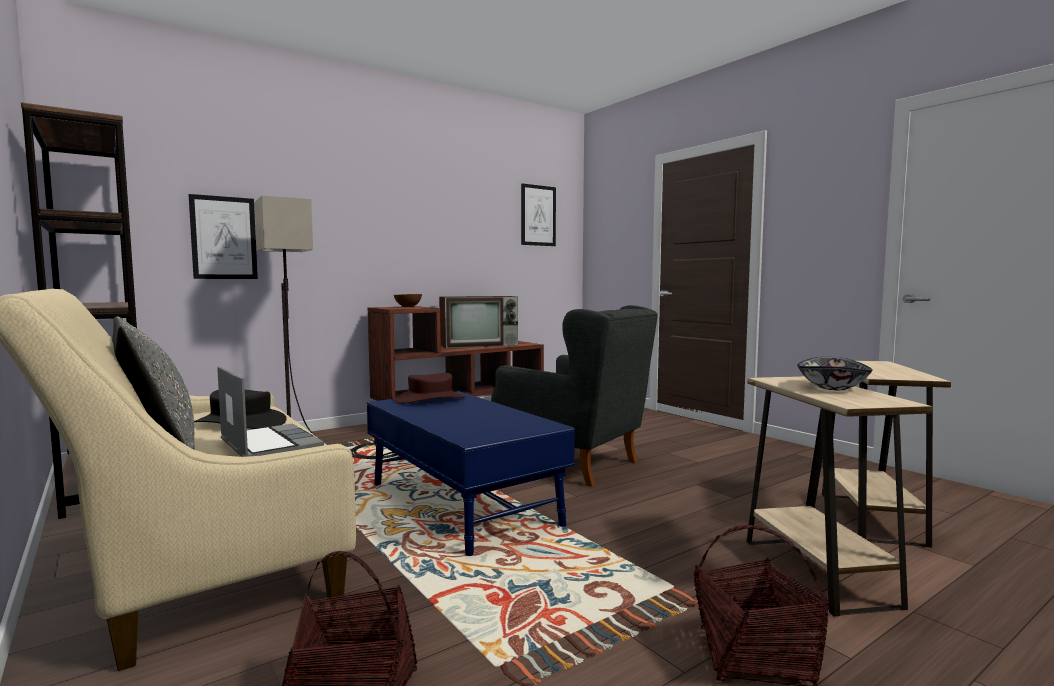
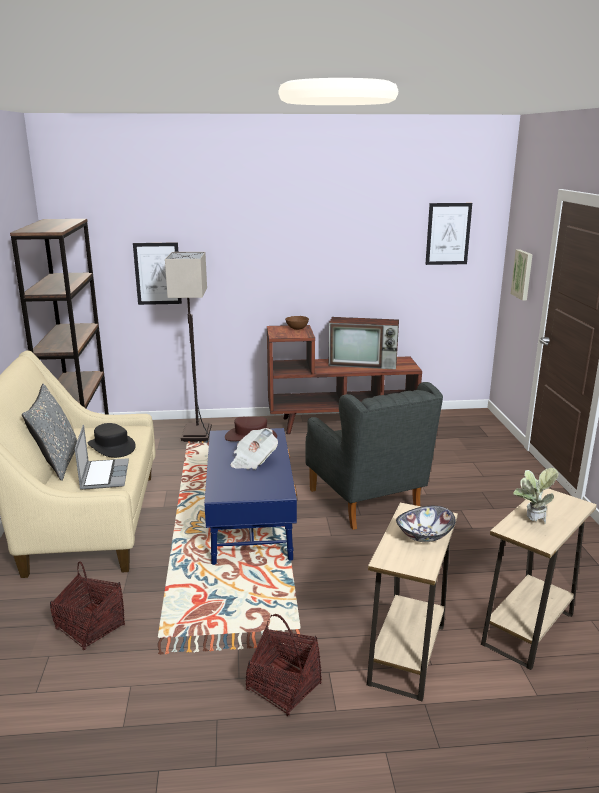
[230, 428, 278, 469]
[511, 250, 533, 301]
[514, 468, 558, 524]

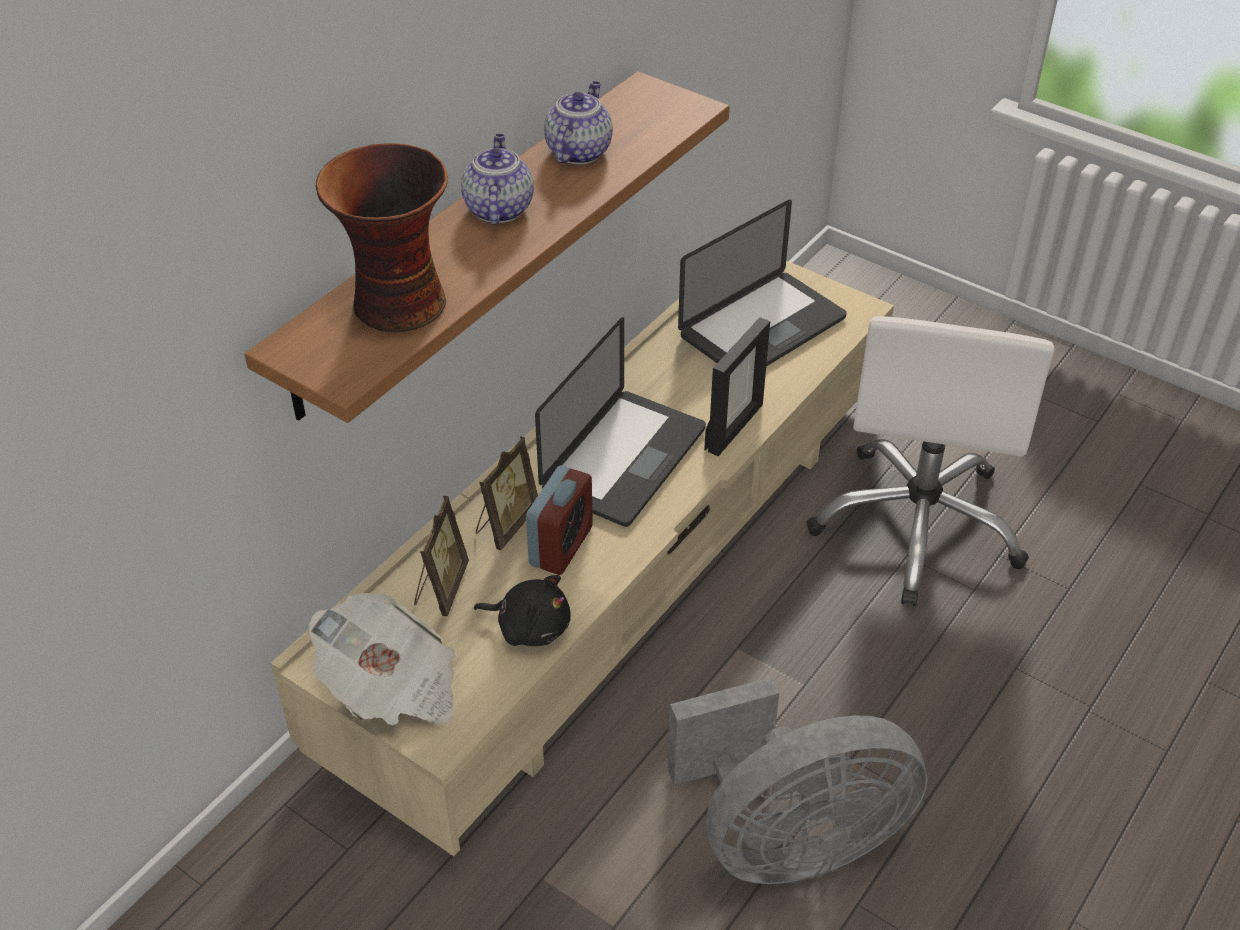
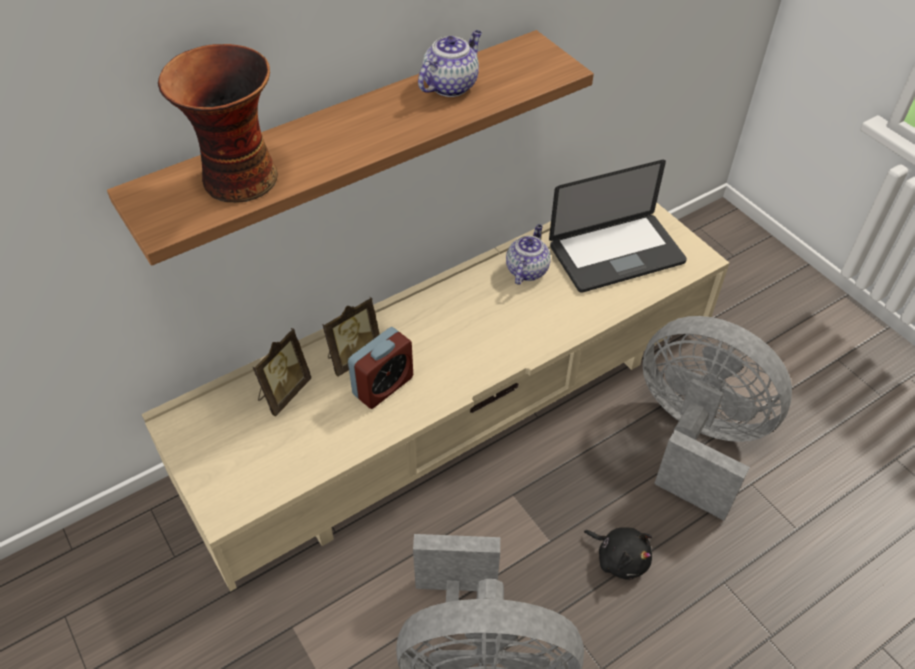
[309, 593, 455, 726] (first image)
[506, 224, 551, 285]
[584, 527, 652, 580]
[535, 317, 706, 527] (first image)
[704, 317, 770, 456] (first image)
[643, 316, 792, 520]

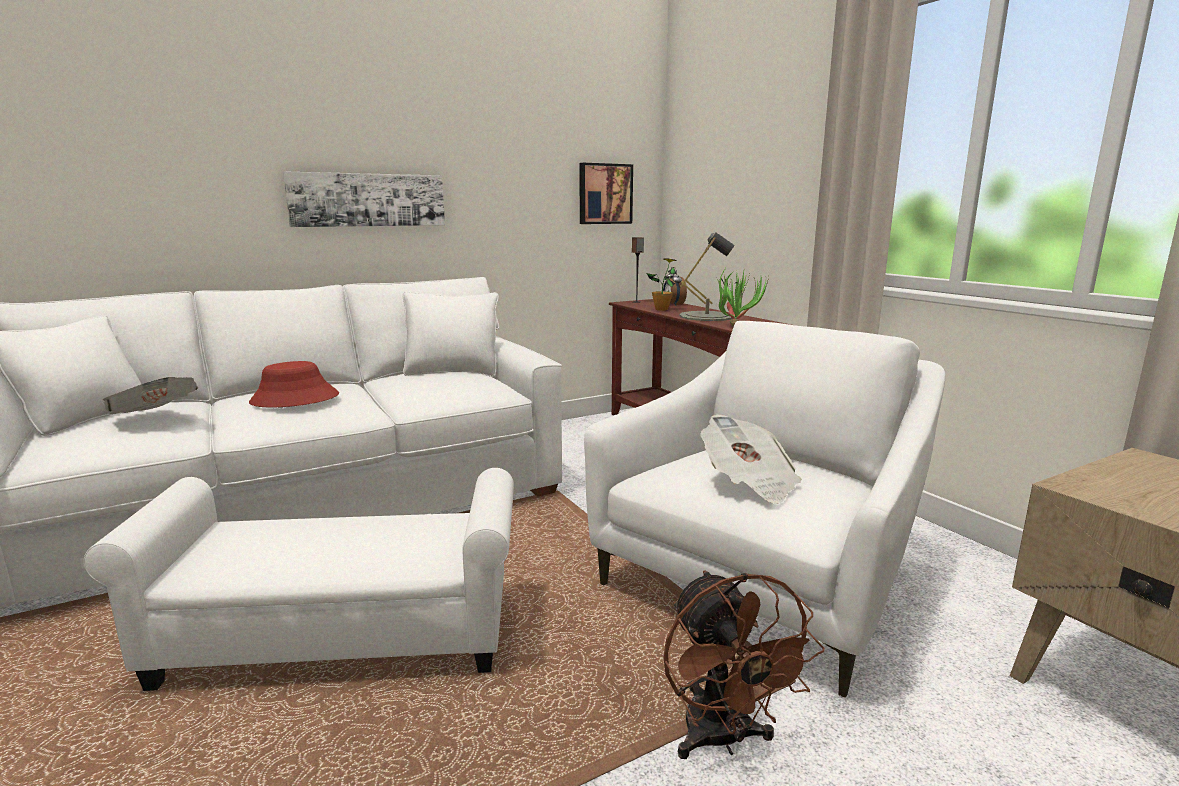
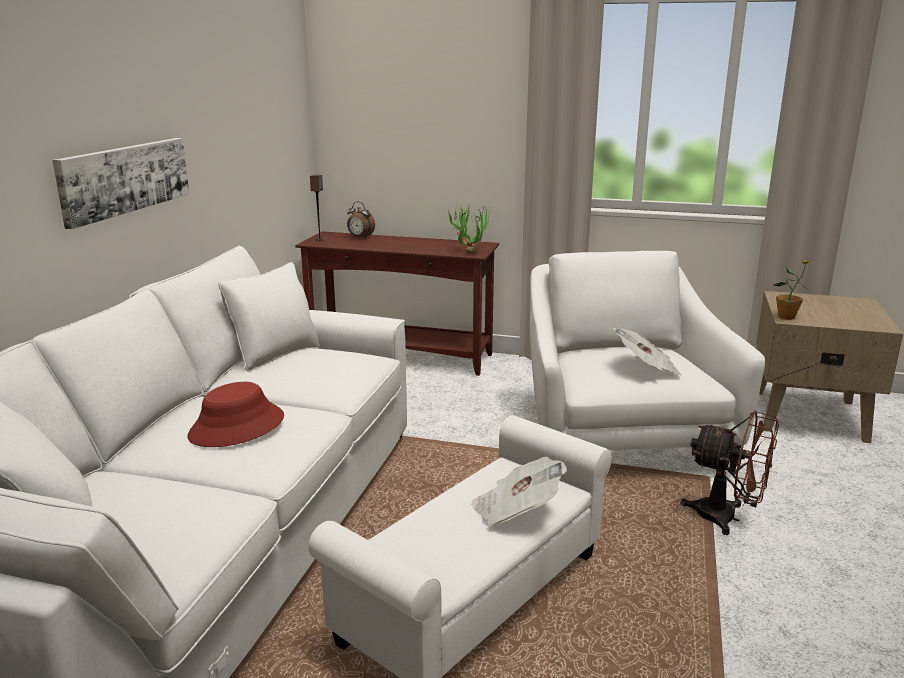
[471, 457, 567, 526]
[579, 163, 633, 224] (first image)
[774, 261, 810, 320]
[679, 233, 734, 321] (first image)

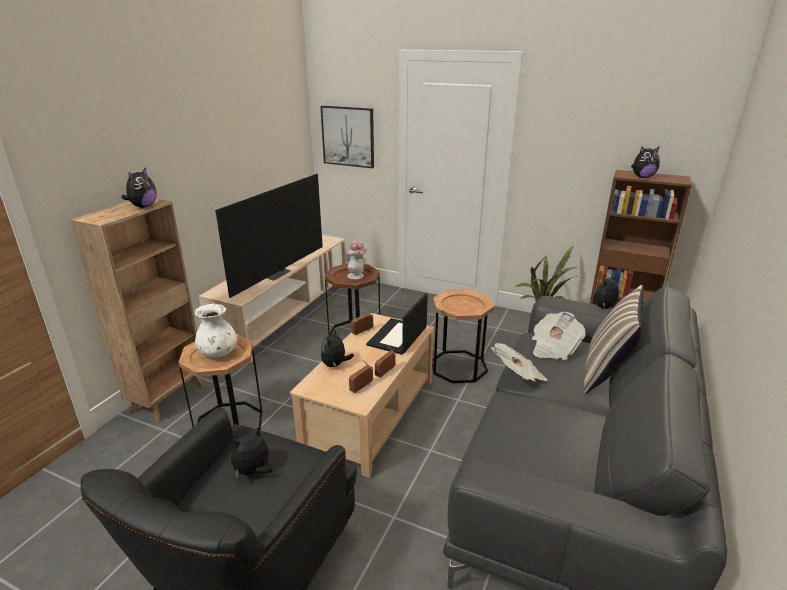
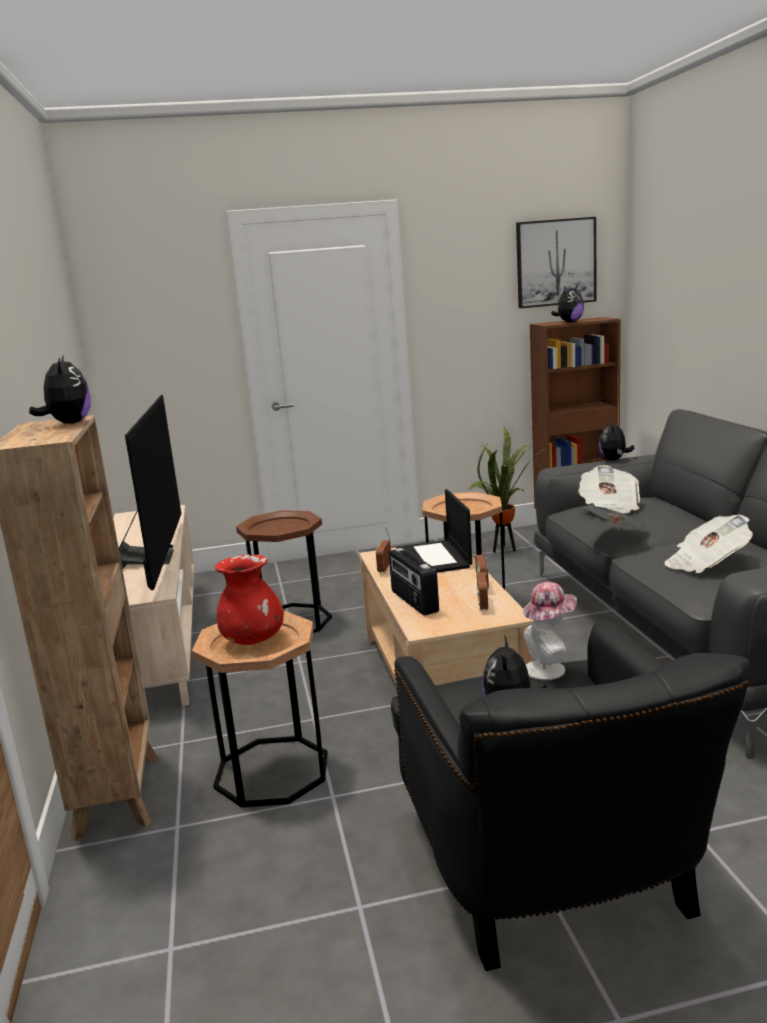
[215, 554, 284, 645]
[516, 217, 596, 308]
[389, 548, 439, 616]
[523, 582, 577, 680]
[584, 285, 644, 394] (first image)
[664, 515, 753, 573]

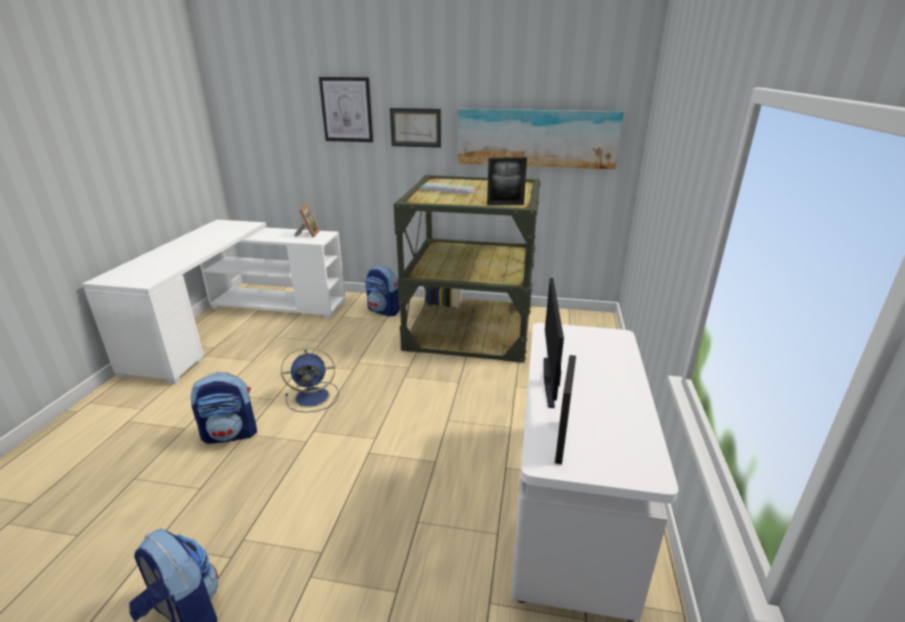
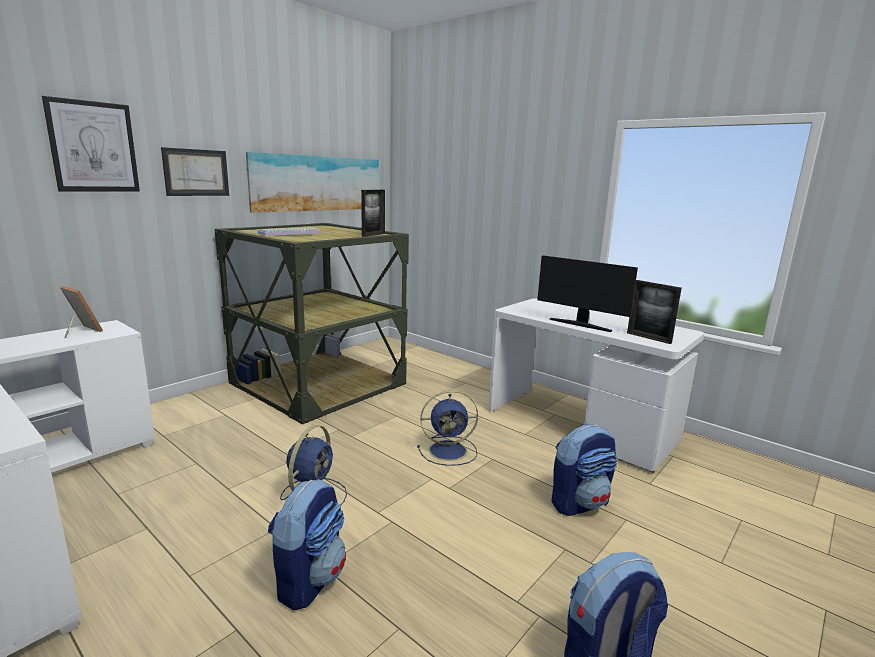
[551, 424, 617, 516]
[417, 390, 478, 466]

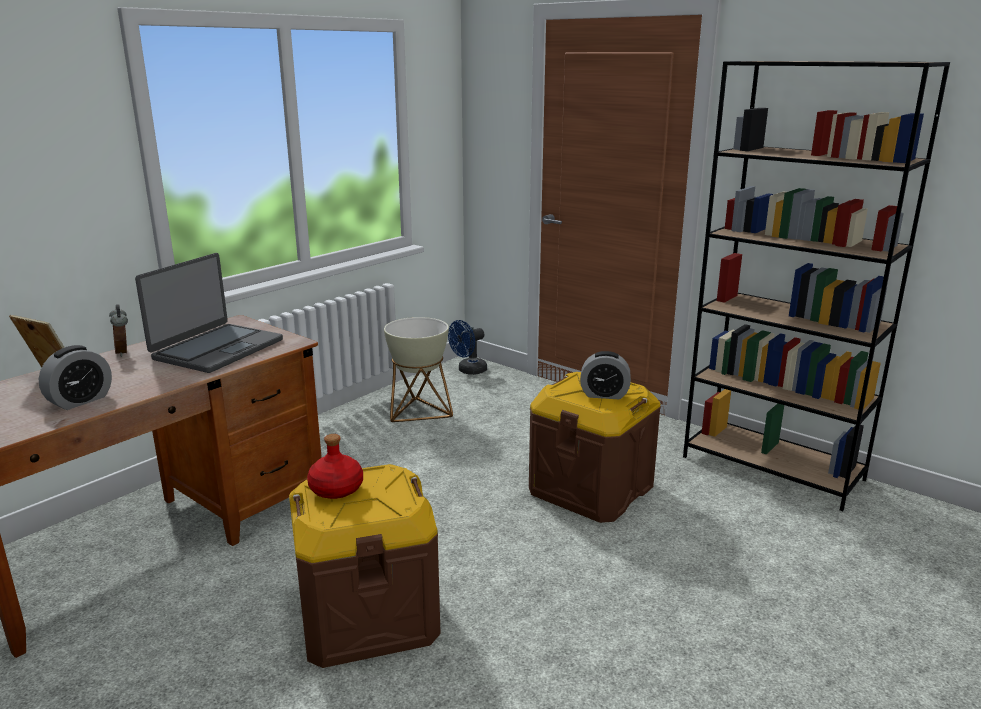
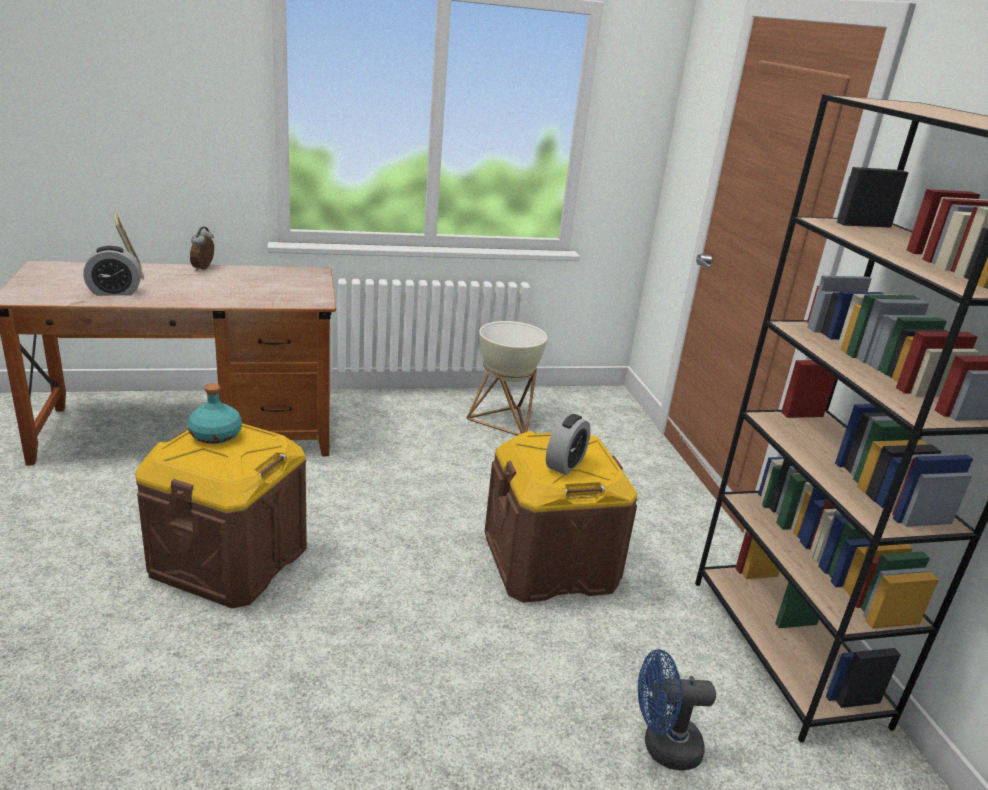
[135, 253, 283, 373] (first image)
[187, 383, 242, 444]
[638, 649, 716, 771]
[546, 414, 591, 475]

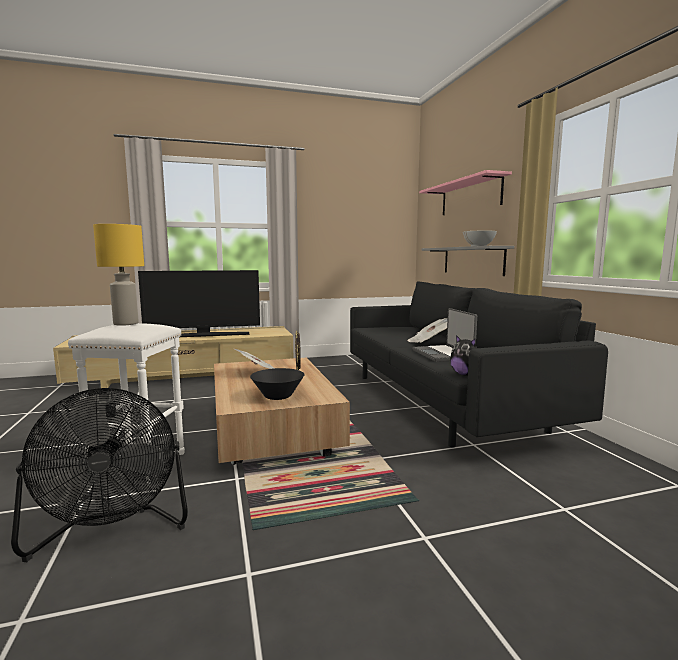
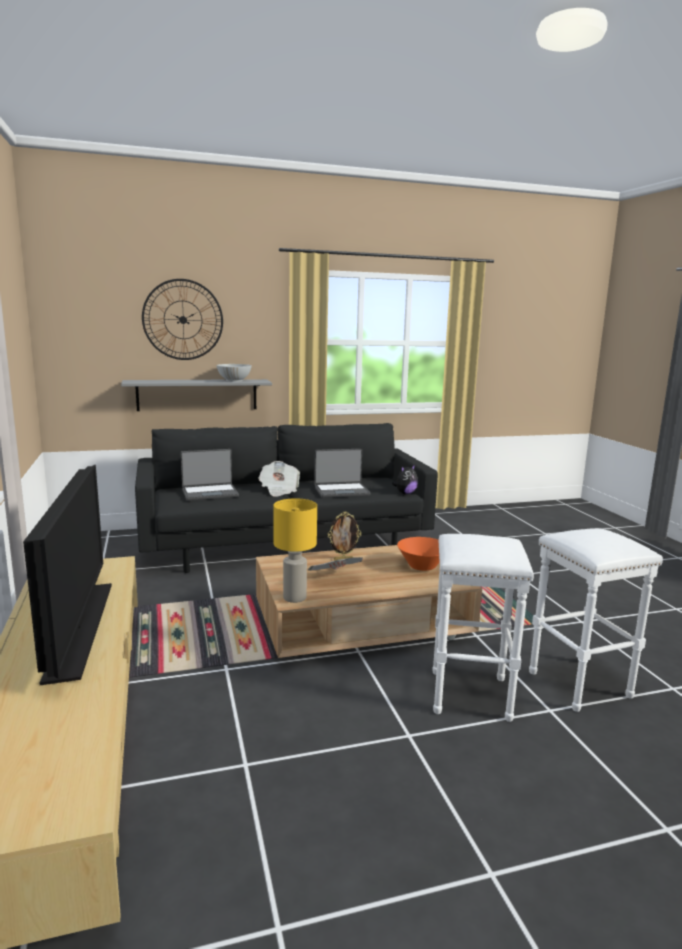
[529, 528, 663, 712]
[273, 498, 317, 603]
[397, 537, 440, 571]
[142, 279, 223, 360]
[181, 449, 239, 501]

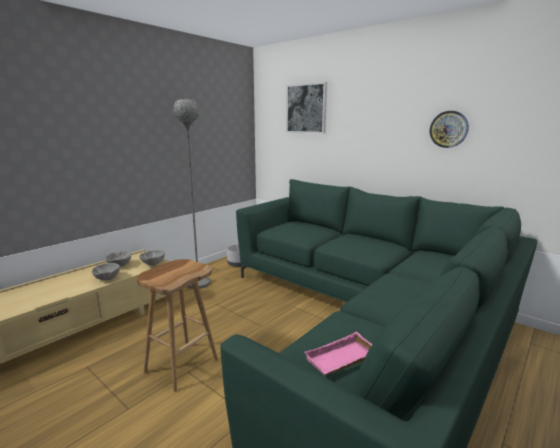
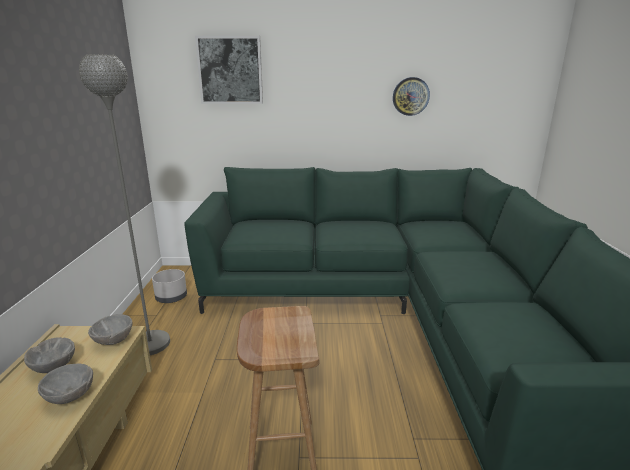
[304, 332, 373, 376] (first image)

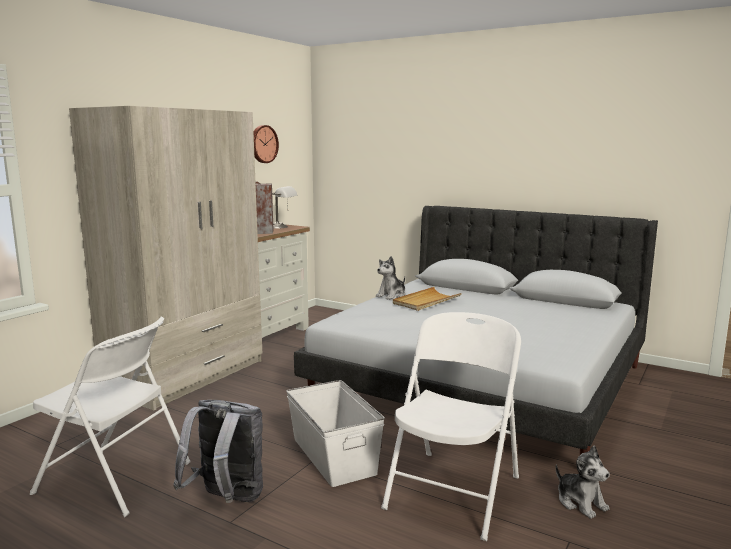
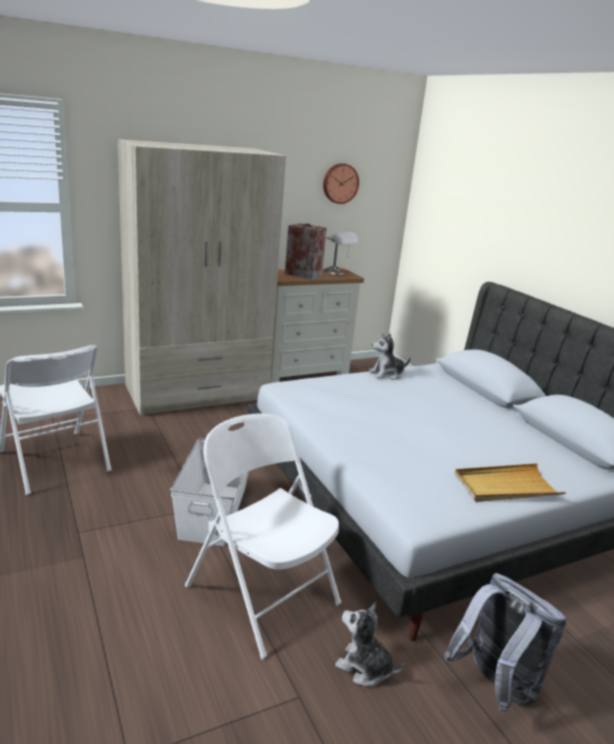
[444, 573, 567, 713]
[185, 414, 342, 660]
[455, 463, 566, 502]
[335, 602, 404, 686]

